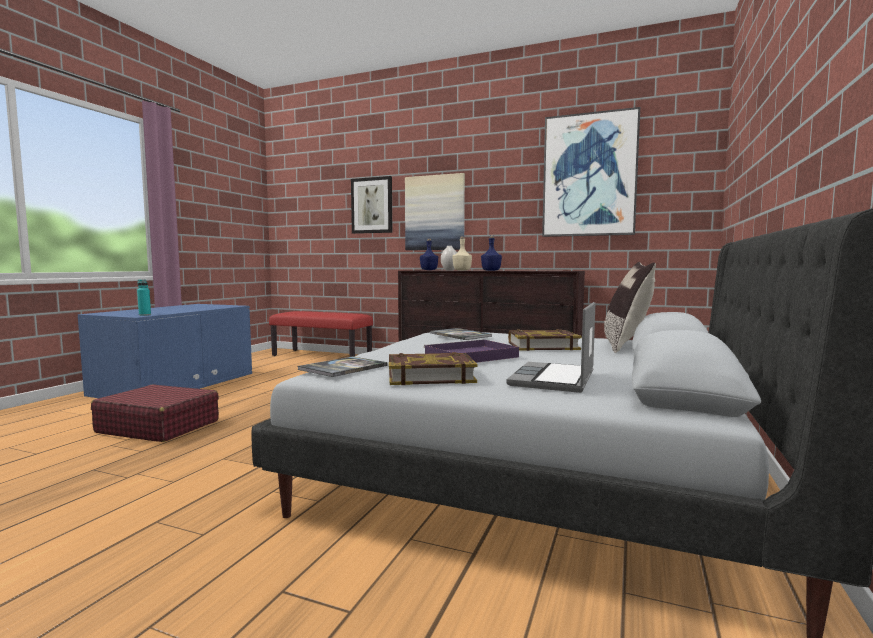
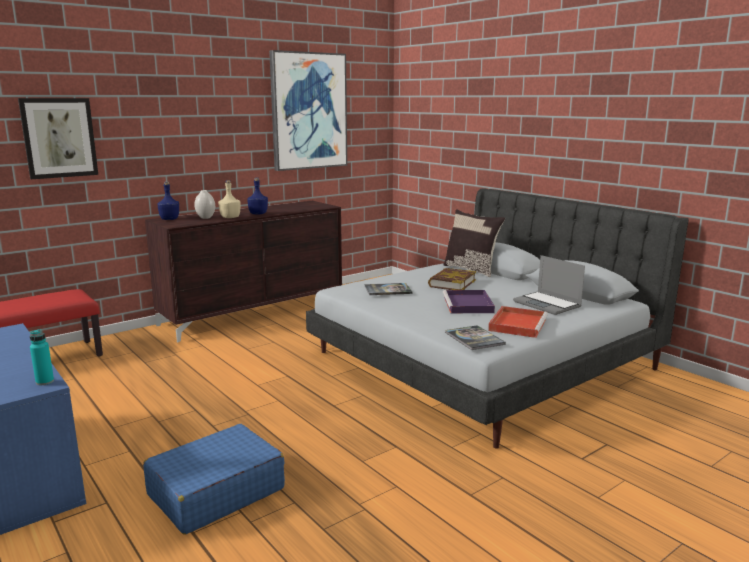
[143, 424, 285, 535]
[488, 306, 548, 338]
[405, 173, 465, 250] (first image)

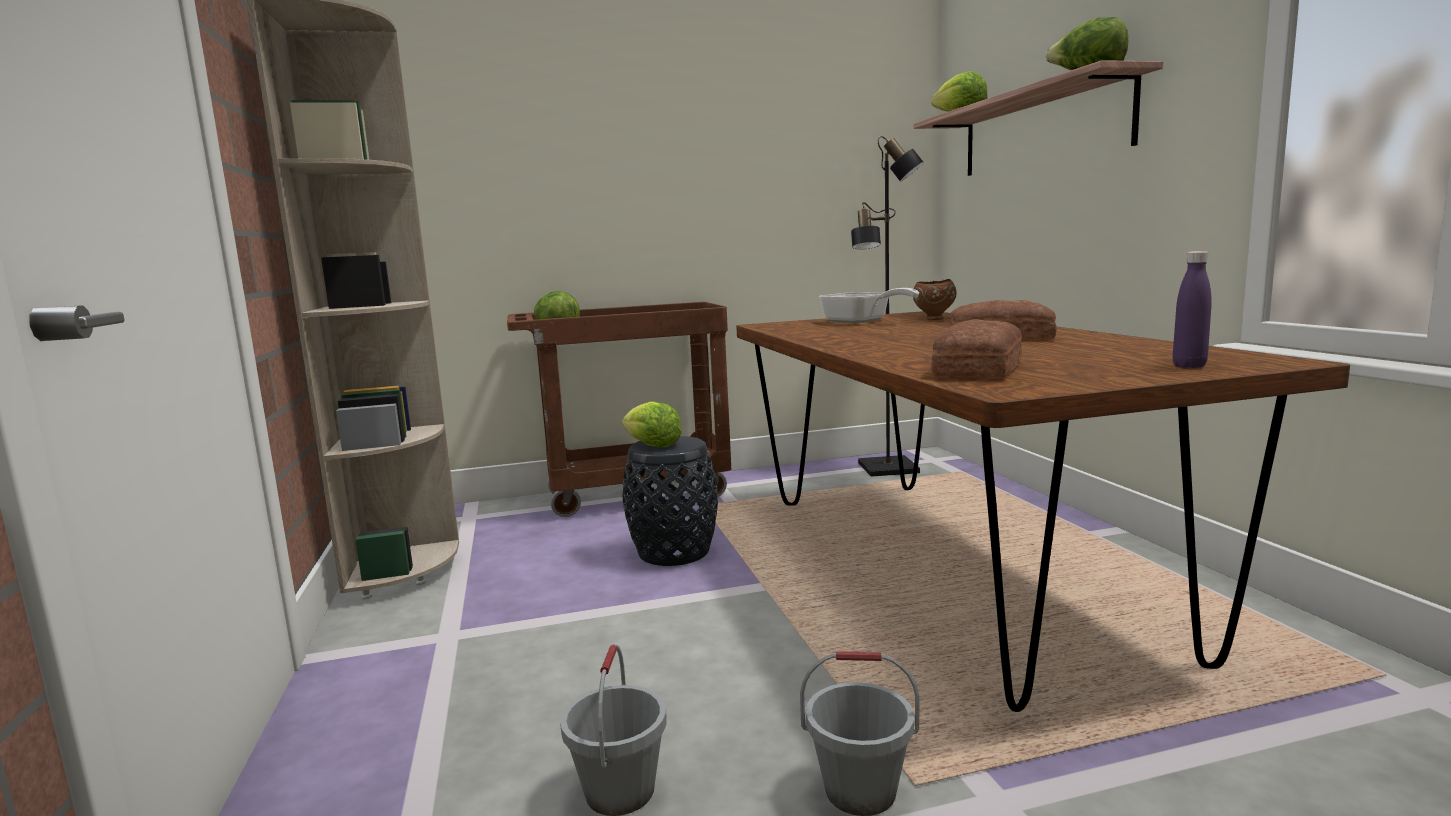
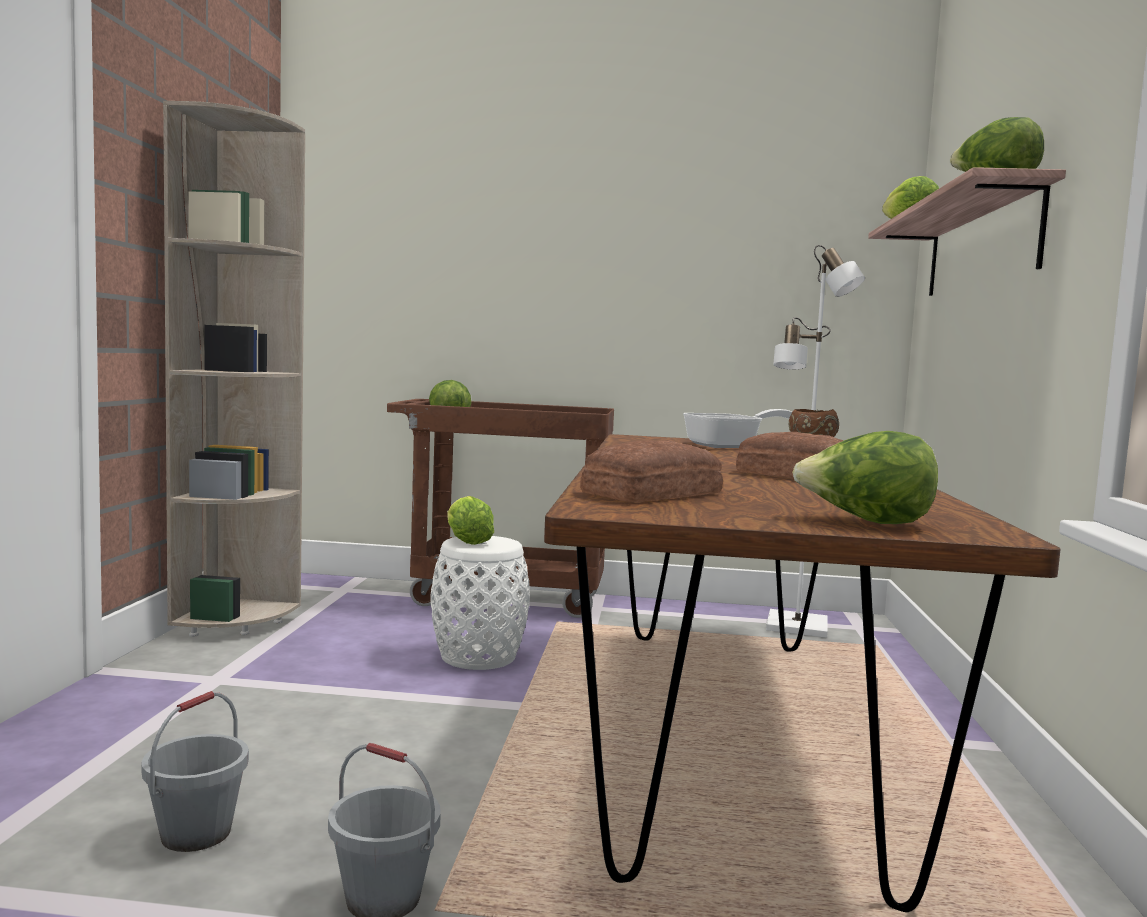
[430, 536, 530, 670]
[683, 409, 792, 448]
[766, 245, 865, 638]
[792, 431, 938, 524]

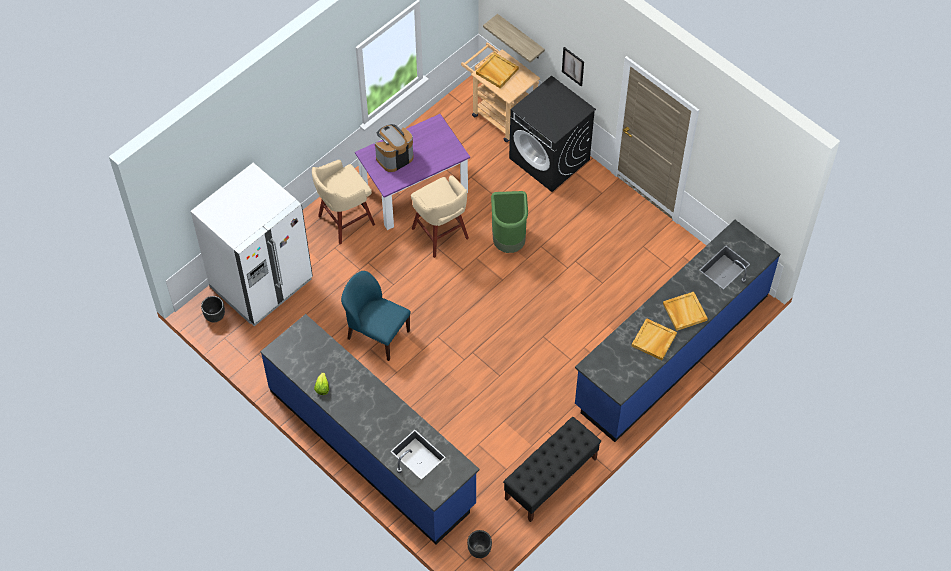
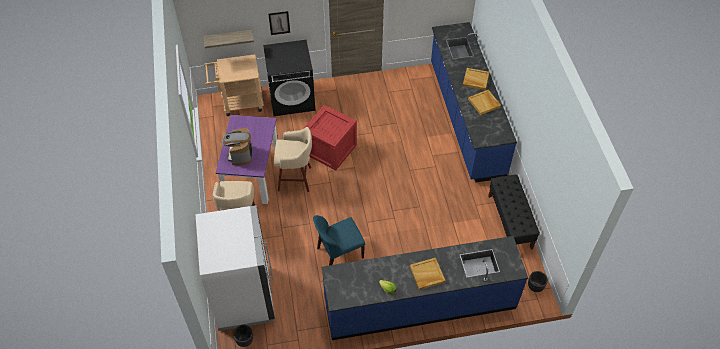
[410, 258, 446, 290]
[303, 105, 357, 170]

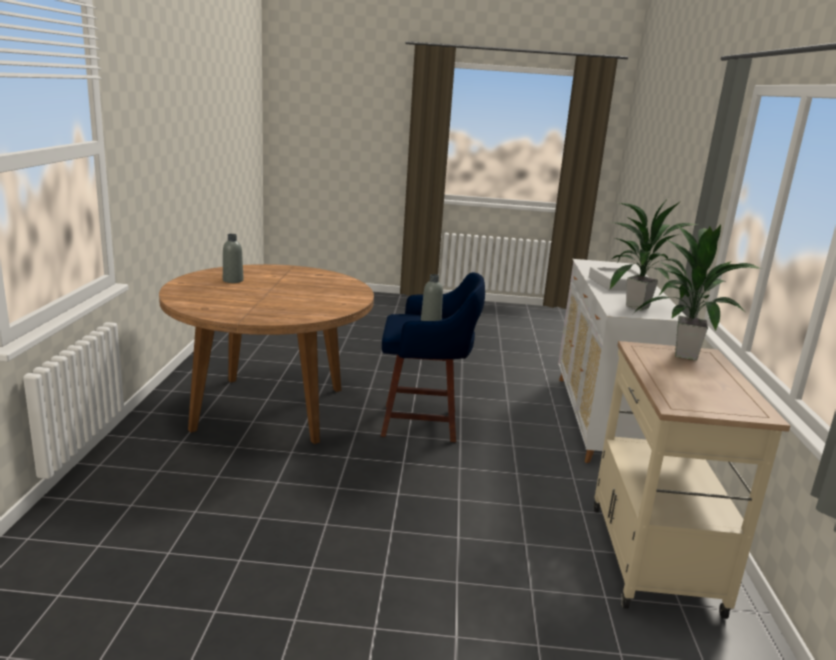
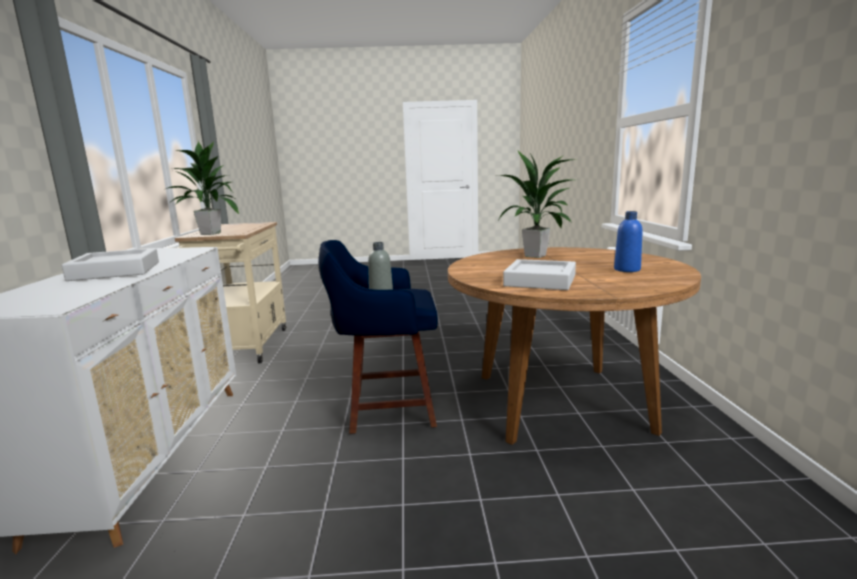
[614, 211, 643, 272]
[497, 151, 578, 258]
[503, 259, 576, 290]

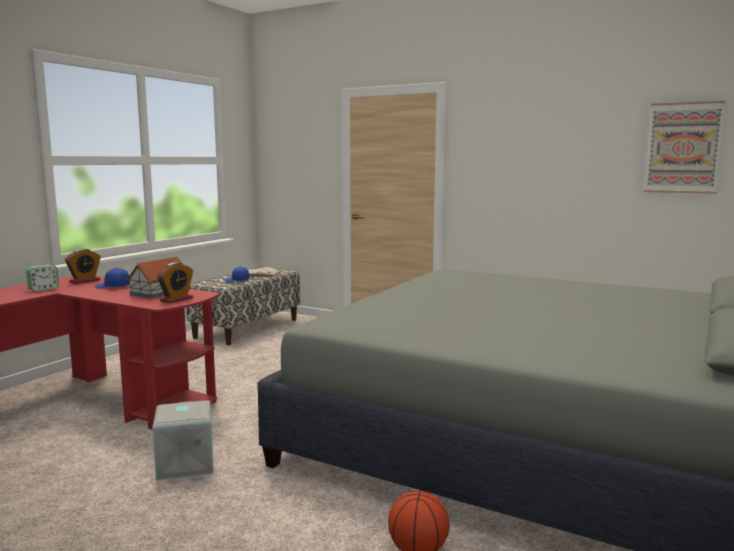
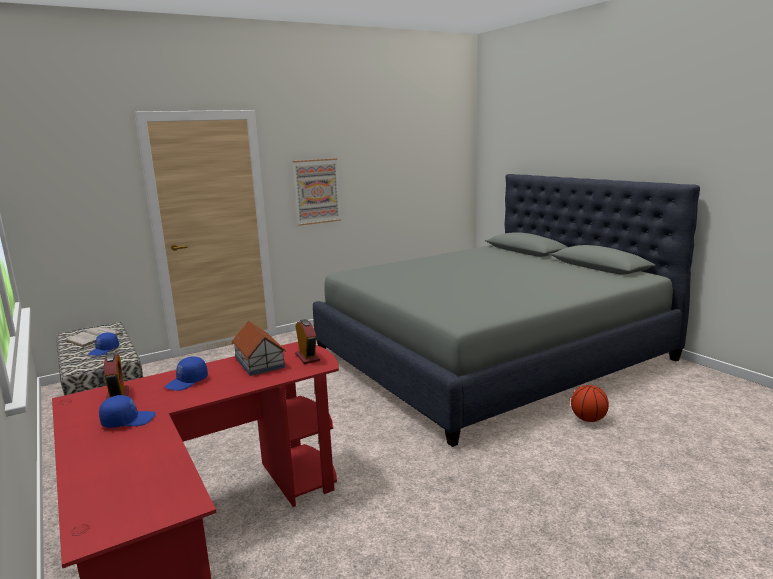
[99, 395, 155, 428]
[152, 401, 213, 480] (first image)
[293, 158, 341, 226]

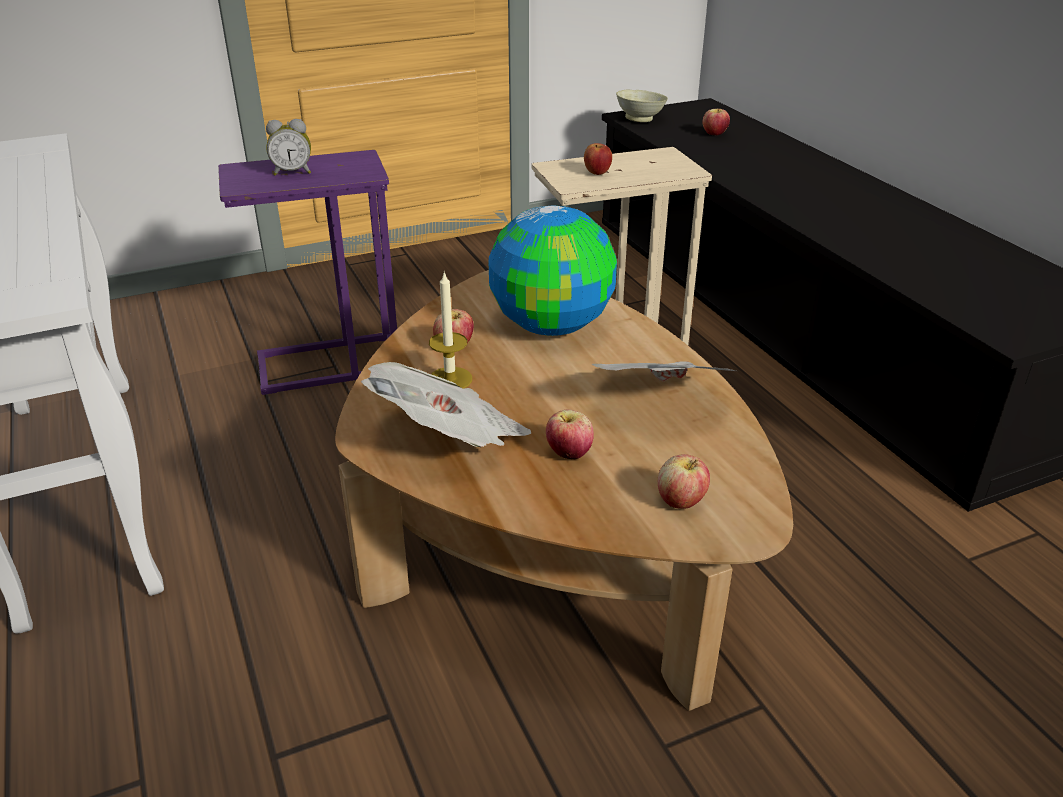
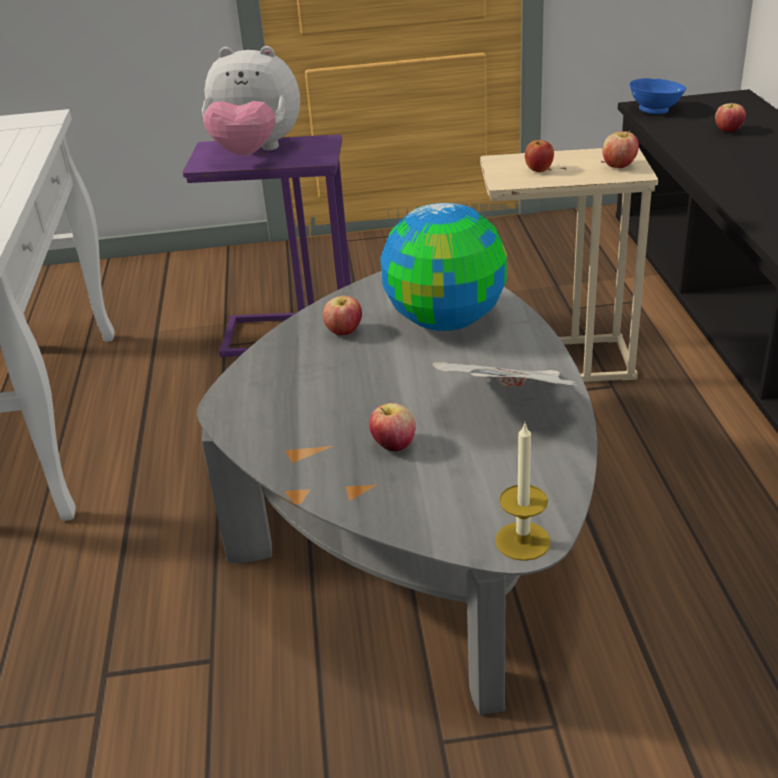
[202, 46, 300, 156]
[197, 271, 597, 715]
[361, 362, 531, 447] (first image)
[495, 423, 551, 561]
[630, 78, 686, 114]
[602, 131, 639, 168]

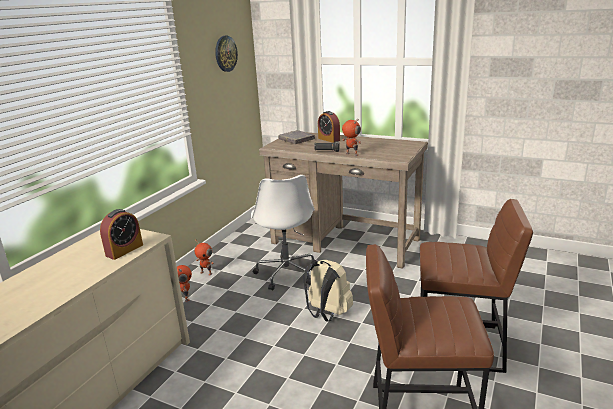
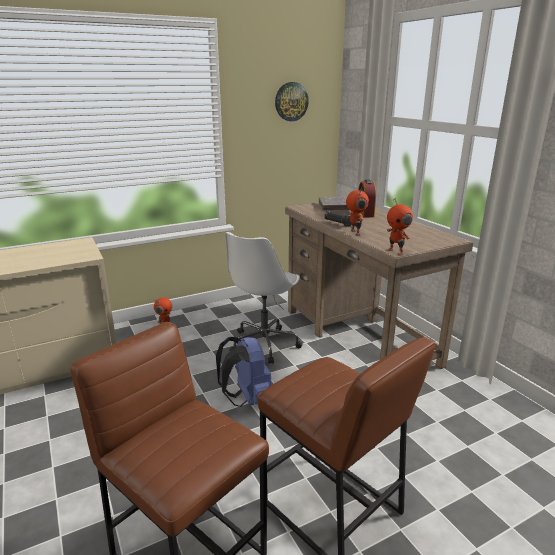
[100, 209, 143, 260] (first image)
[387, 199, 413, 256]
[216, 337, 271, 407]

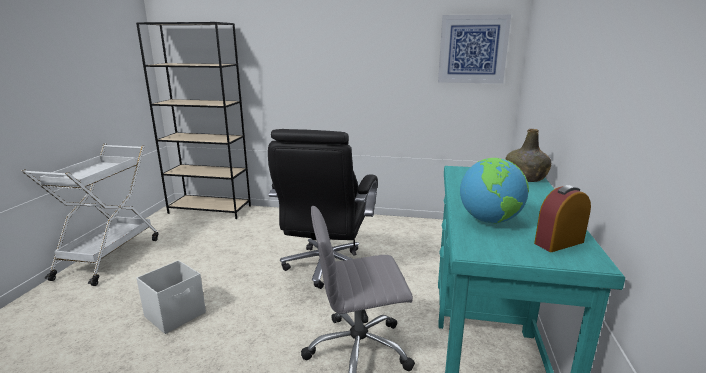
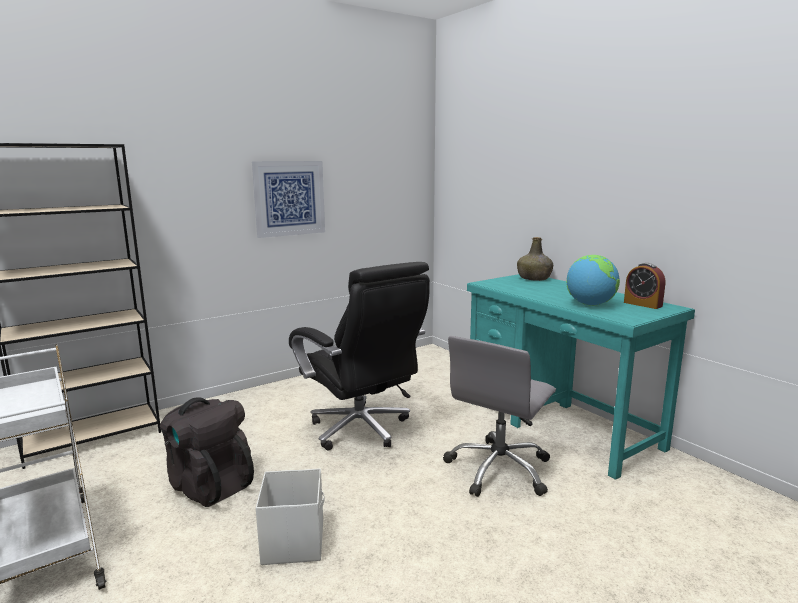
[252, 161, 325, 238]
[624, 263, 665, 309]
[160, 397, 254, 507]

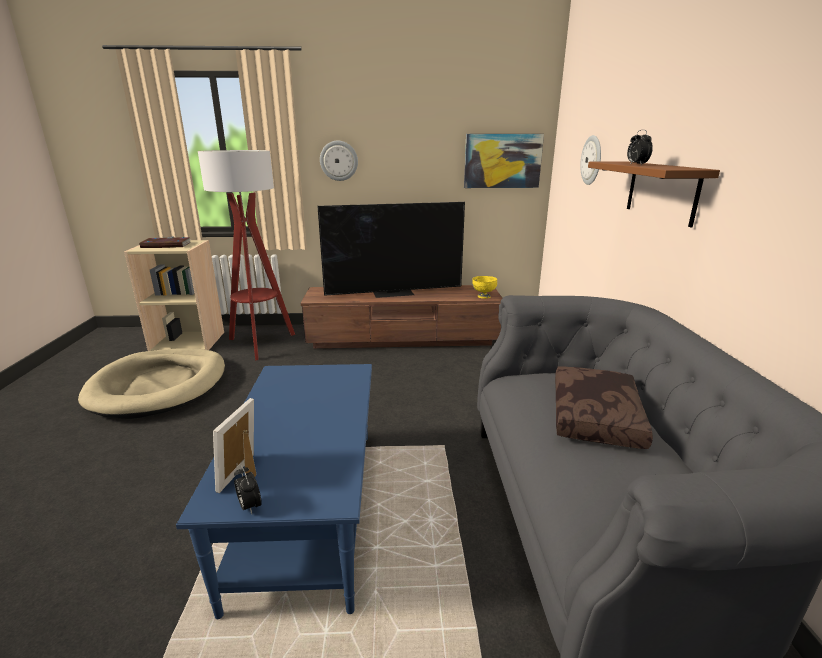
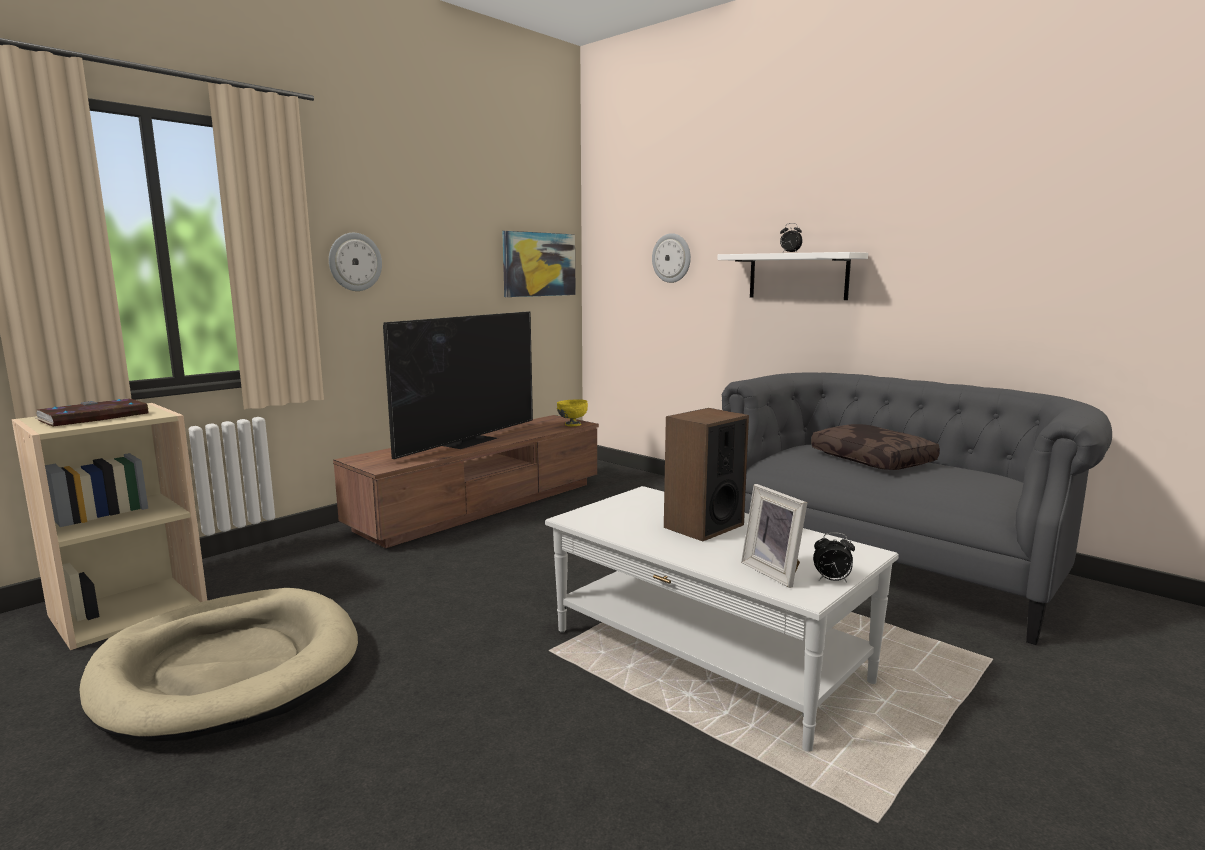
[545, 486, 899, 752]
[198, 150, 295, 360] (first image)
[717, 252, 868, 300]
[664, 408, 749, 542]

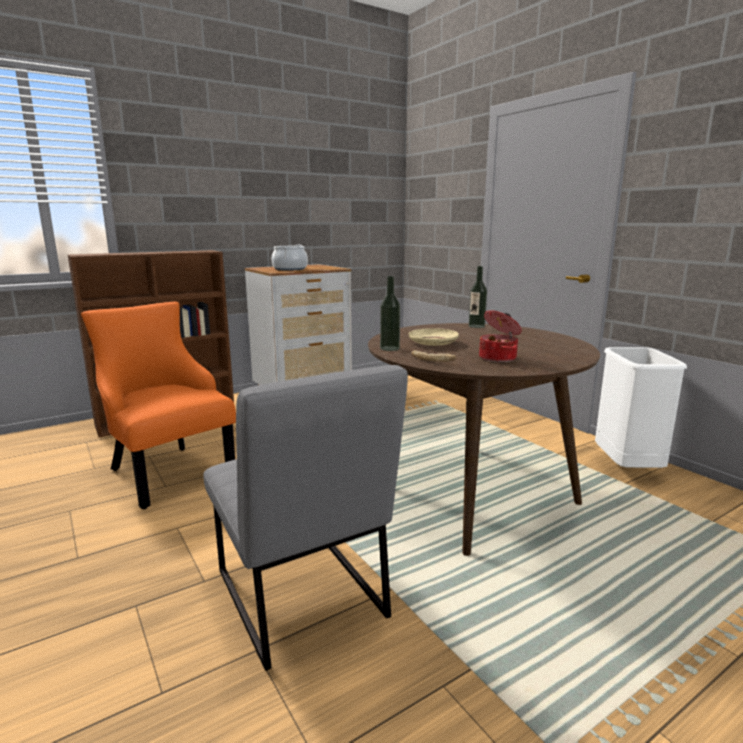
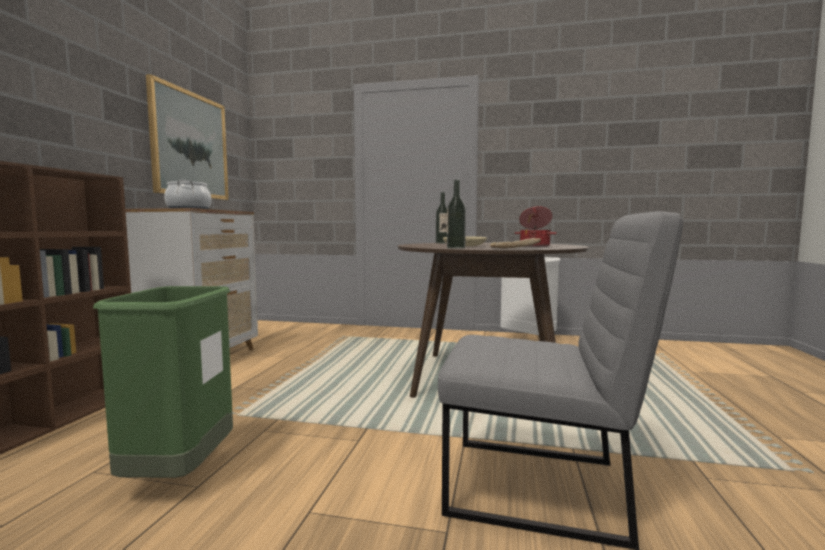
[93, 286, 233, 478]
[146, 74, 229, 200]

